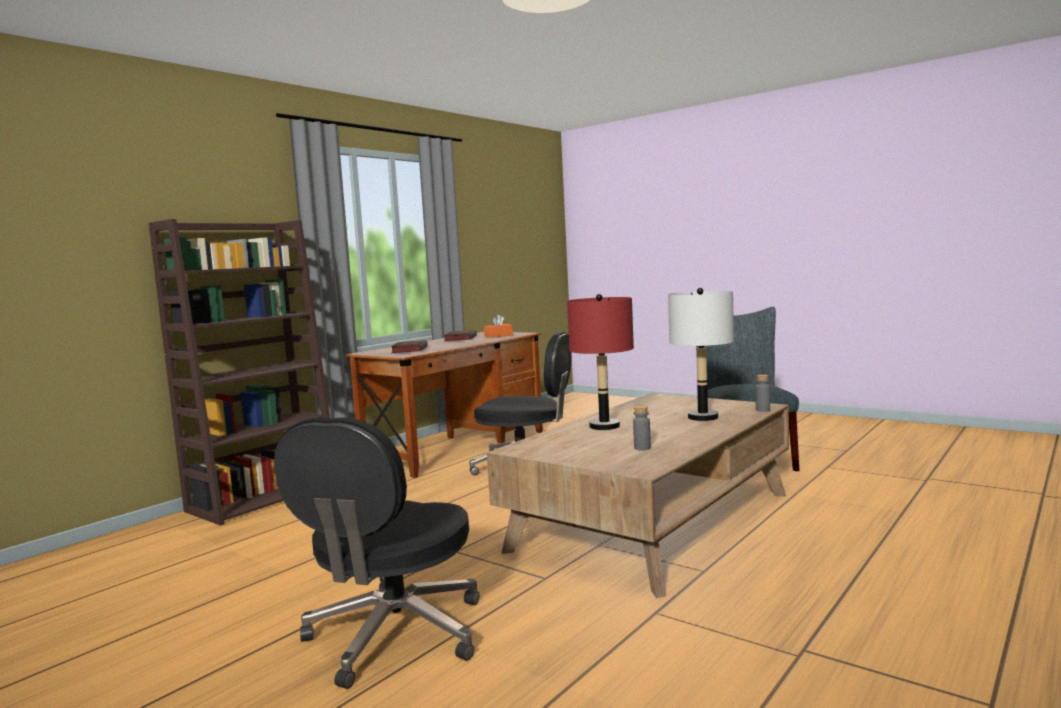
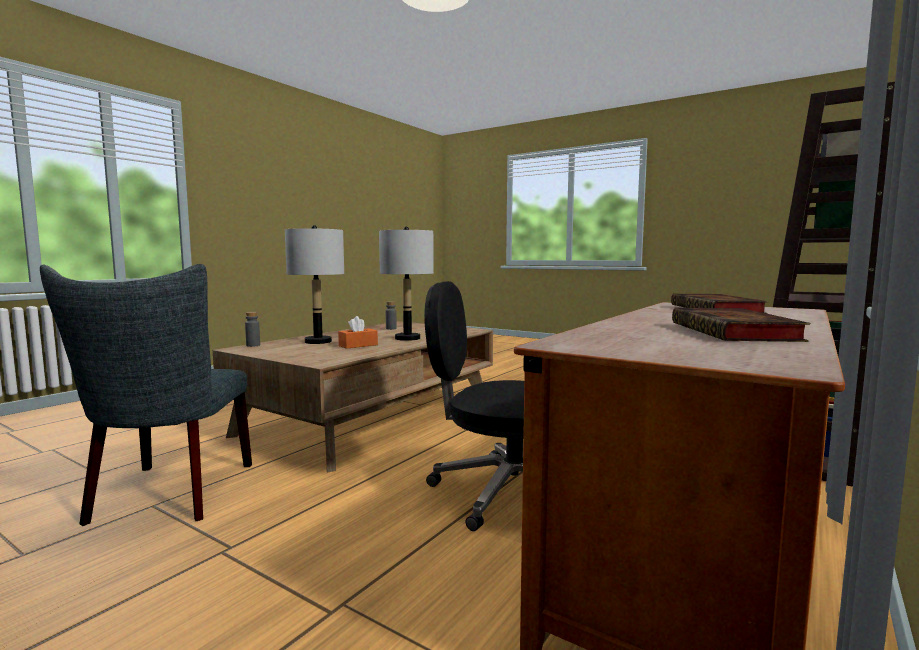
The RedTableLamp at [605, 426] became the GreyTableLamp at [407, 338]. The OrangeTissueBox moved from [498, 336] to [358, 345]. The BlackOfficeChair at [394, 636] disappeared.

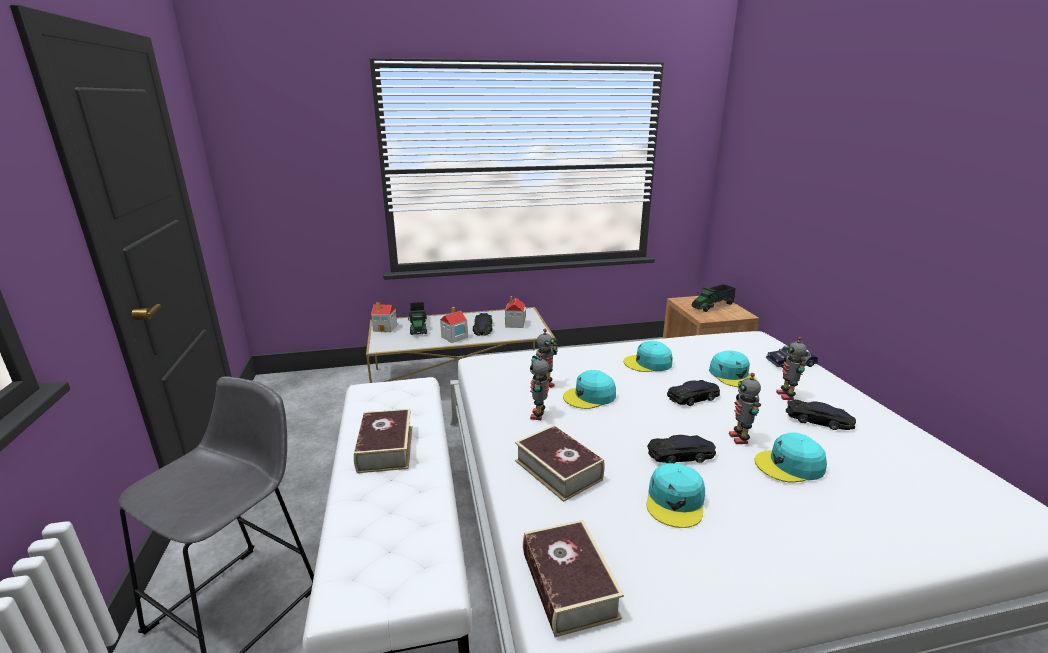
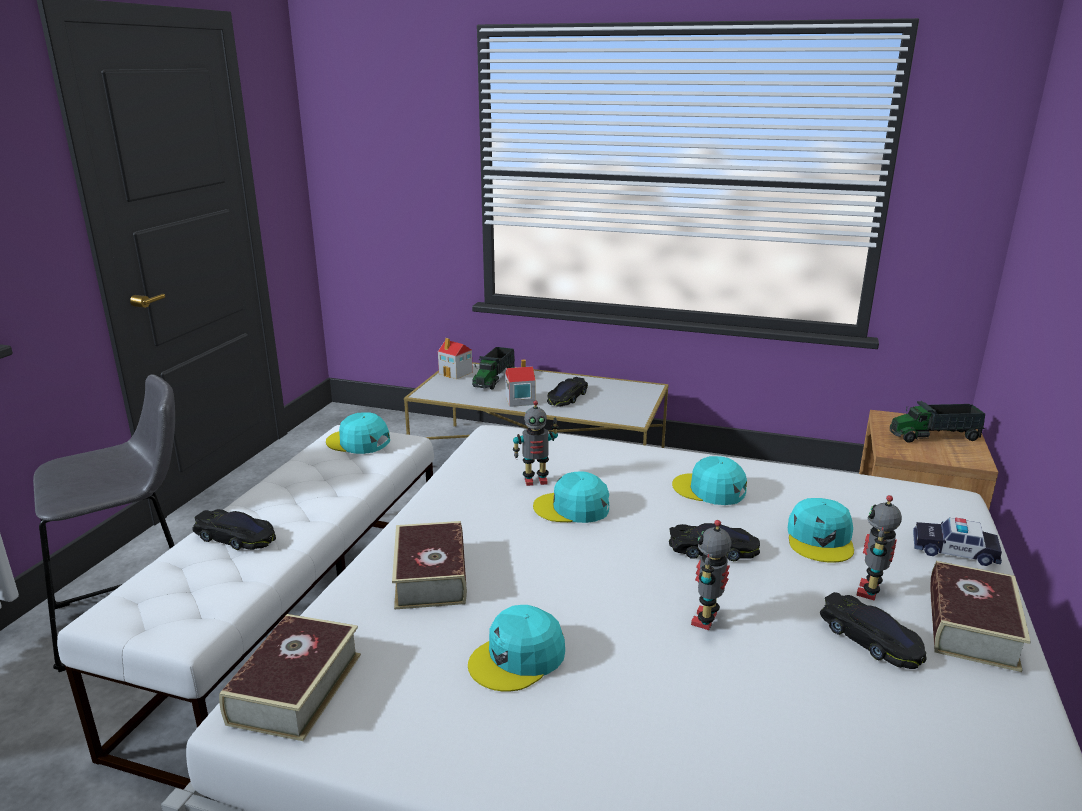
The ToyHouse at [515, 324] disappeared. The ToyRobot at [539, 415] disappeared. The Book moved from [385, 448] to [971, 627]. The TurquoiseCap moved from [790, 465] to [358, 442]. The BlackToyCar moved from [681, 454] to [236, 537].

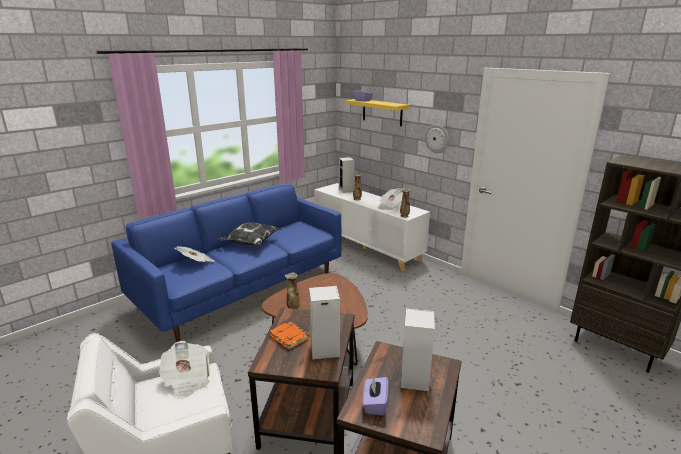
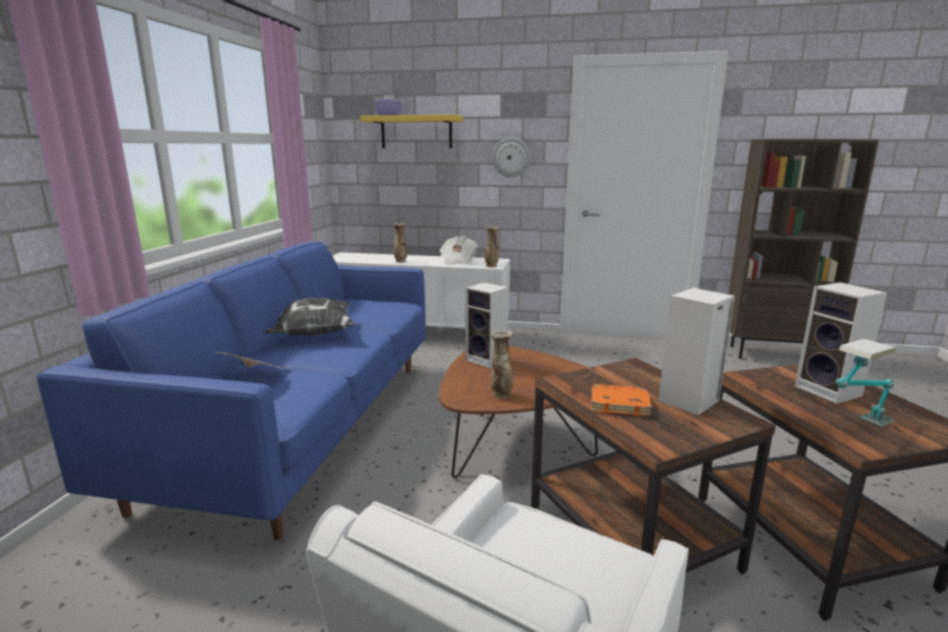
The Speaker moved from [346, 190] to [488, 360]. The Newspaper at [186, 380] disappeared. The PurpleTissueBox at [375, 404] was replaced by the TableLamp at [856, 429].

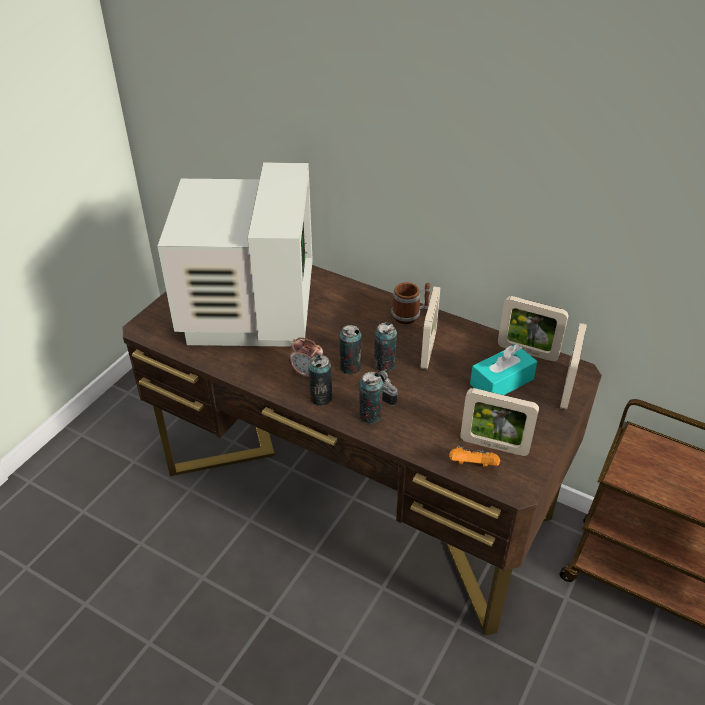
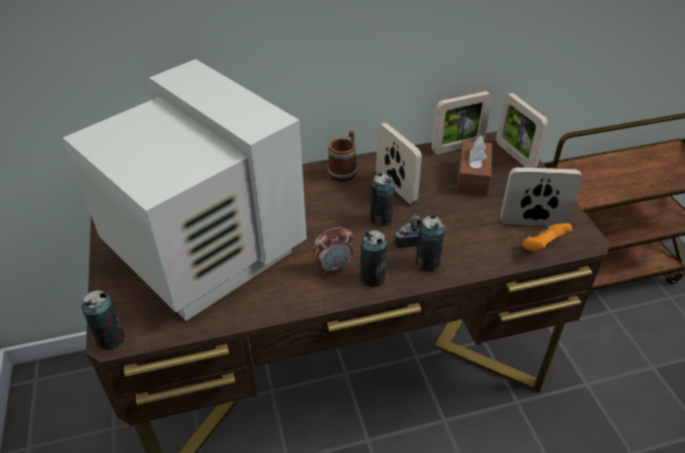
The Can moved from [350, 367] to [111, 339]. The TurquoiseTissueBox at [501, 382] became the BrownTissueBox at [472, 177]. The PictureFrame at [494, 446] turned 150 degrees counterclockwise.

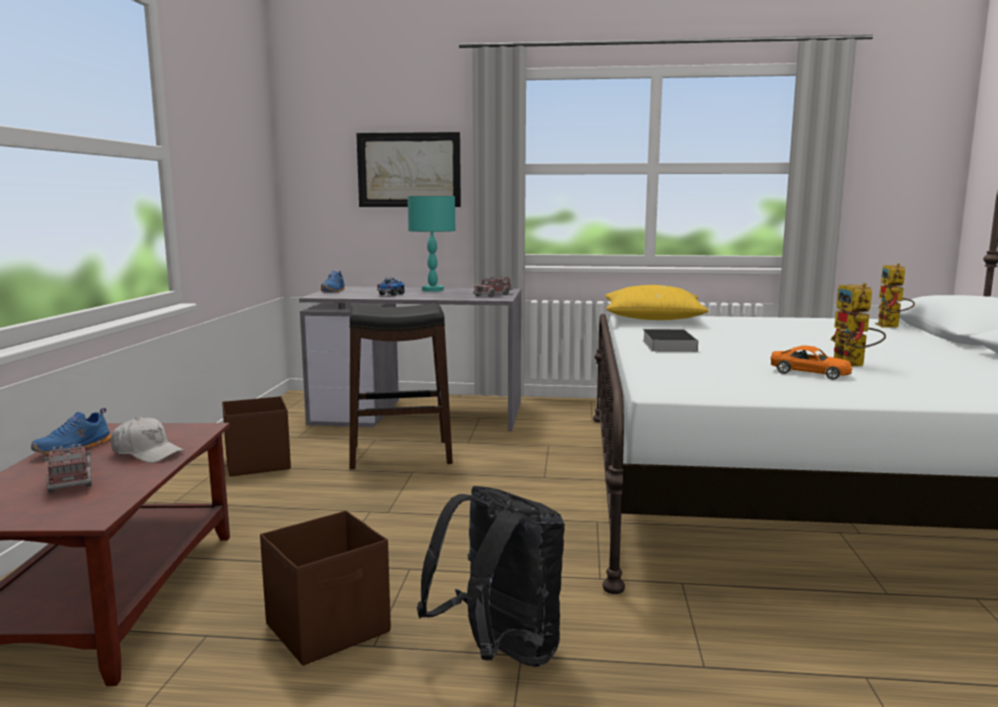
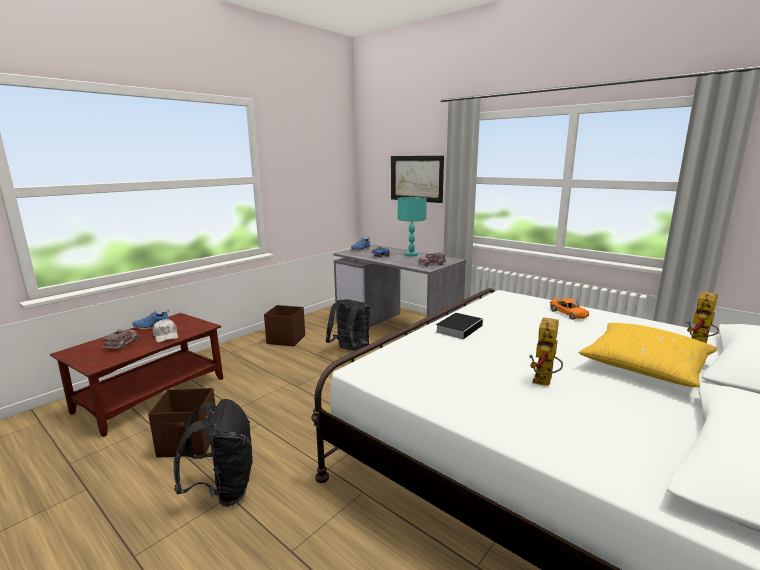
The YellowPillow moved from [653, 319] to [644, 366]. The BlackStool at [400, 454] was replaced by the BlackBackpack at [350, 351]. The OrangeToyCar moved from [809, 373] to [568, 313].

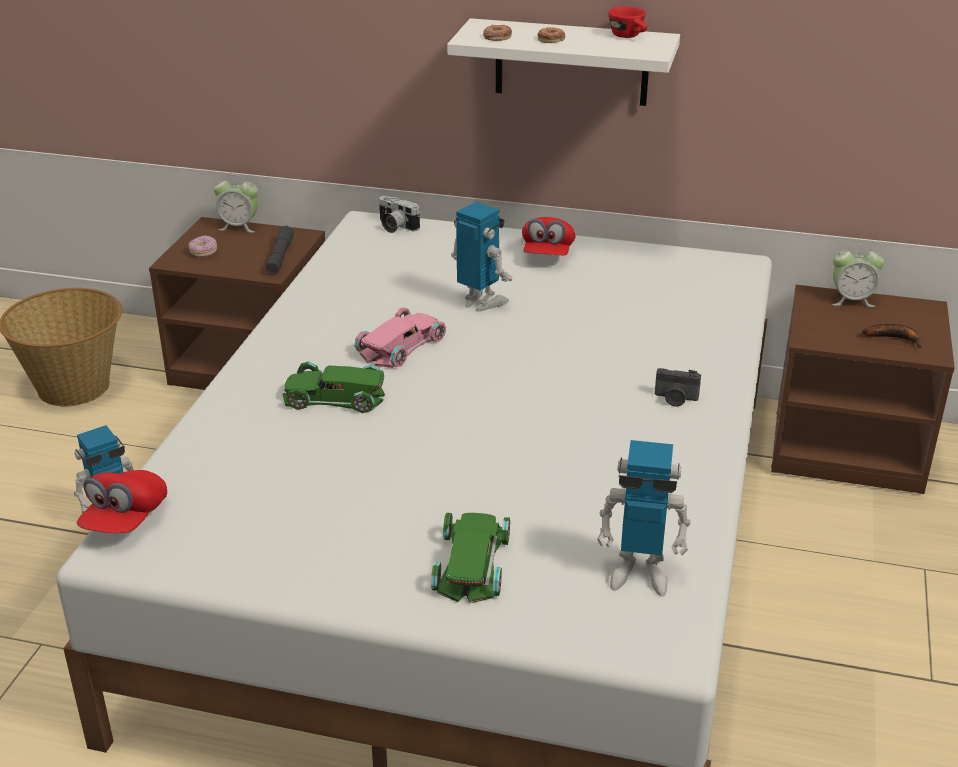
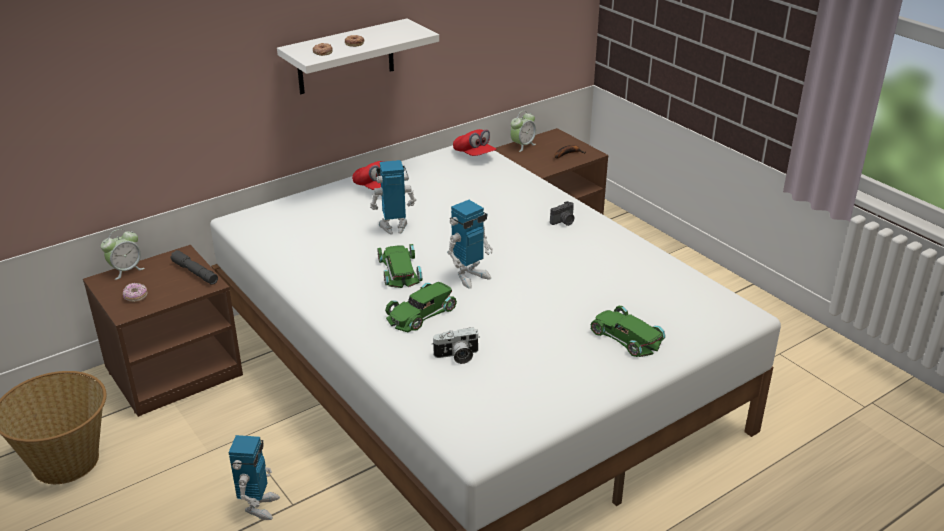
The RedCup at [629, 36] disappeared. The PhotoCamera moved from [395, 227] to [457, 356]. The PinkToyCar at [403, 345] became the GreenToyCar at [400, 270]. The ToyRobot moved from [639, 573] to [470, 276]. The RedCap moved from [125, 519] to [474, 154].

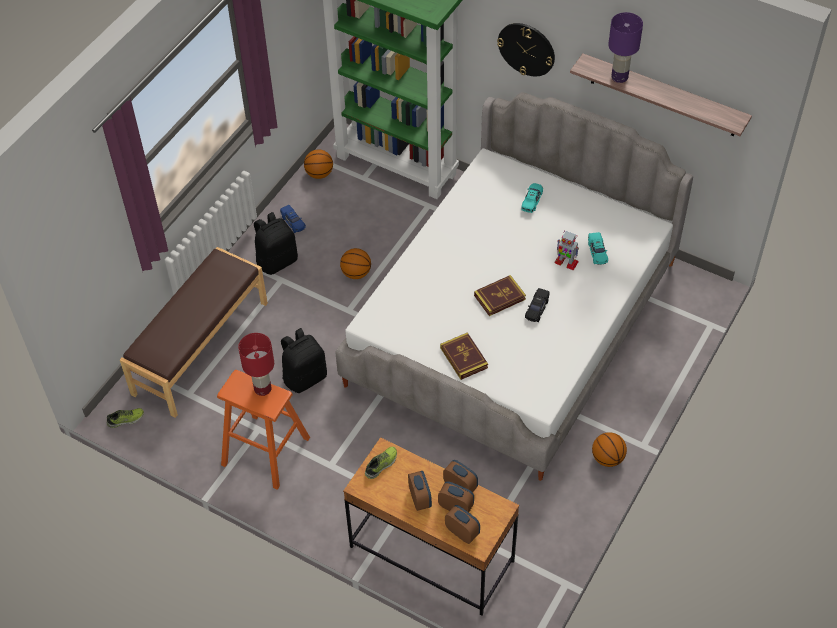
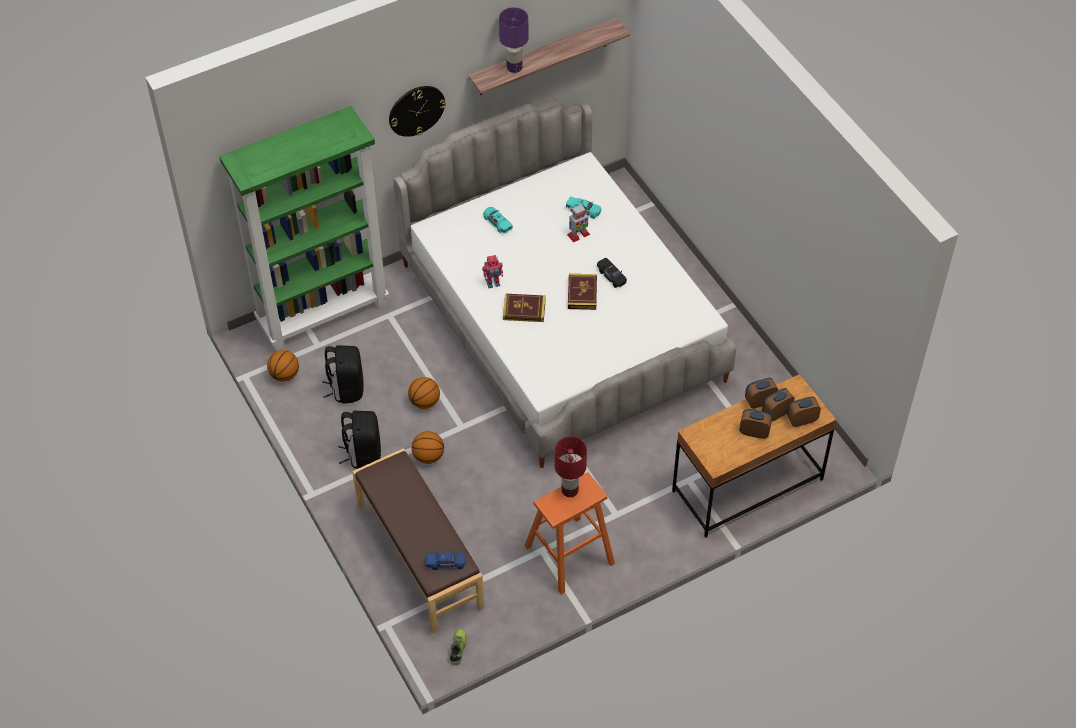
The BlueToyCar moved from [293, 222] to [446, 563]. The BlackBackpack moved from [305, 377] to [346, 388]. The Book moved from [464, 358] to [524, 309]. The Basketball moved from [607, 458] to [428, 457]. The Shoe at [381, 465] disappeared. The ToyRobot at [493, 284] appeared.

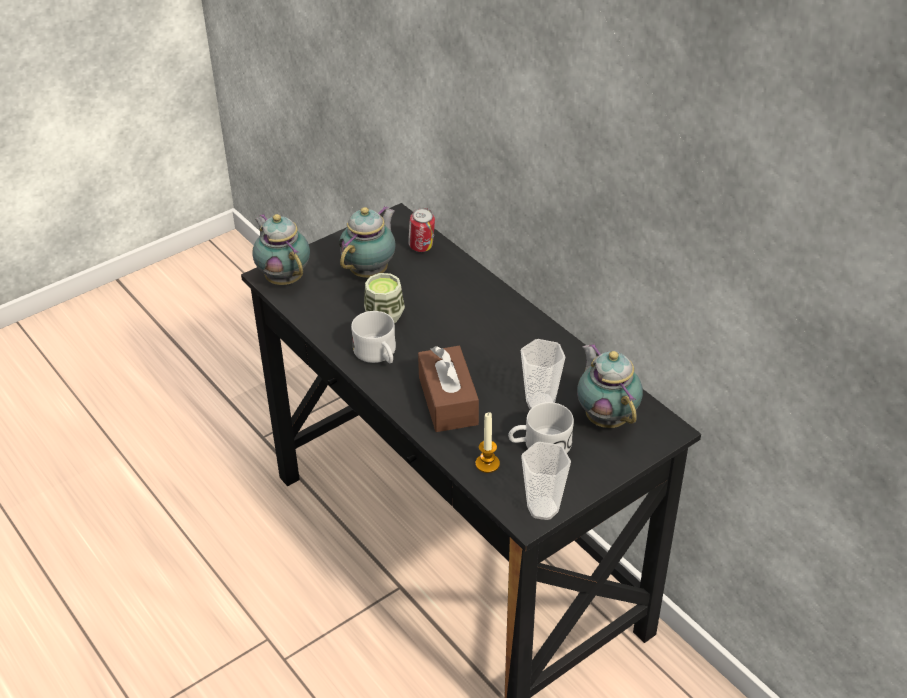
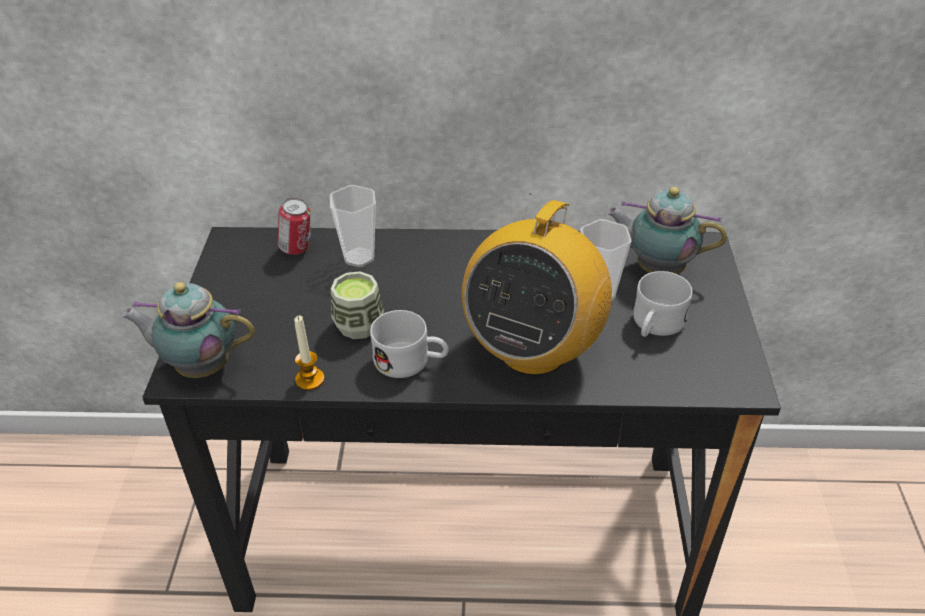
The Teapot at [371, 271] disappeared. The BrownTissueBox at [448, 401] was replaced by the Radio at [533, 350]. The Candle moved from [487, 464] to [310, 379]. The Cup moved from [543, 508] to [359, 257].

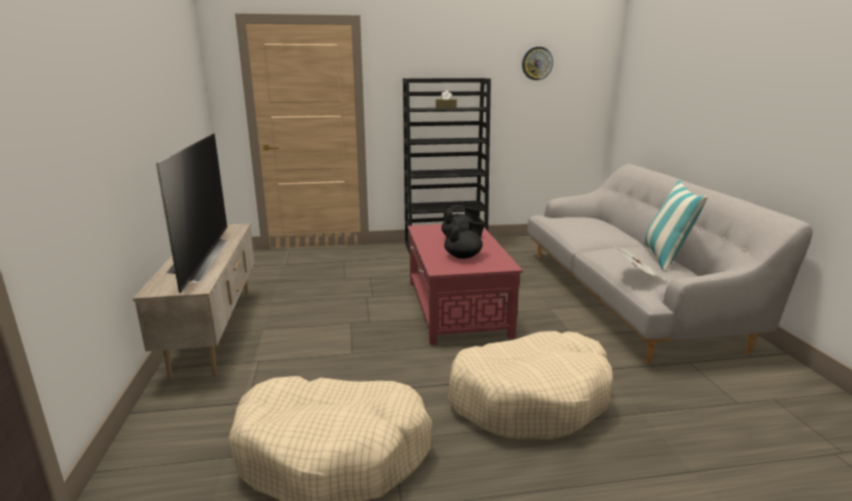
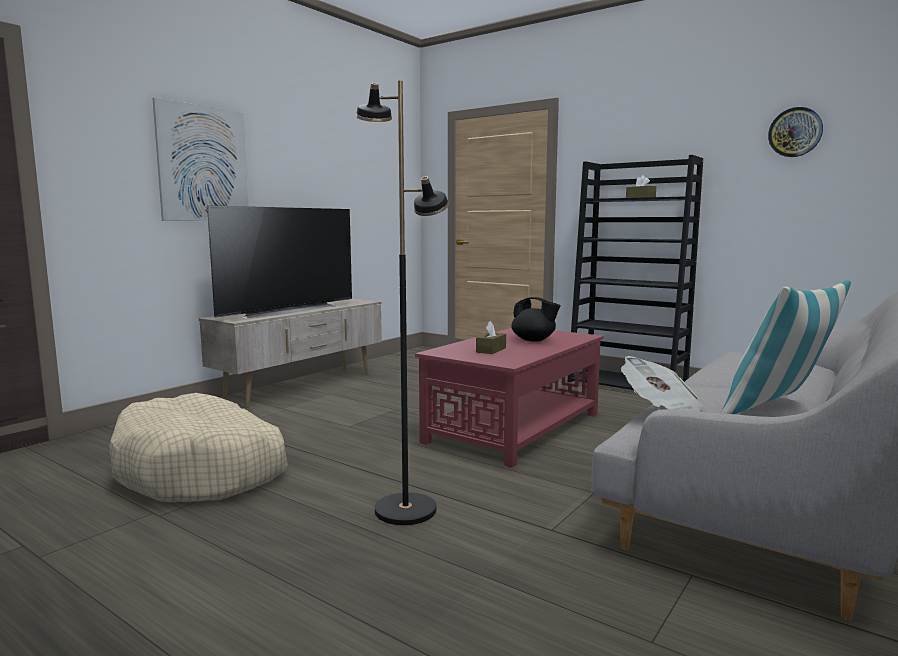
The BlackTeapot at [463, 256] was replaced by the BrownTissueBox at [491, 350]. The BeigeDogBed at [530, 398] was replaced by the BlackFloorLamp at [405, 509]. The Picture at [203, 164] appeared.

